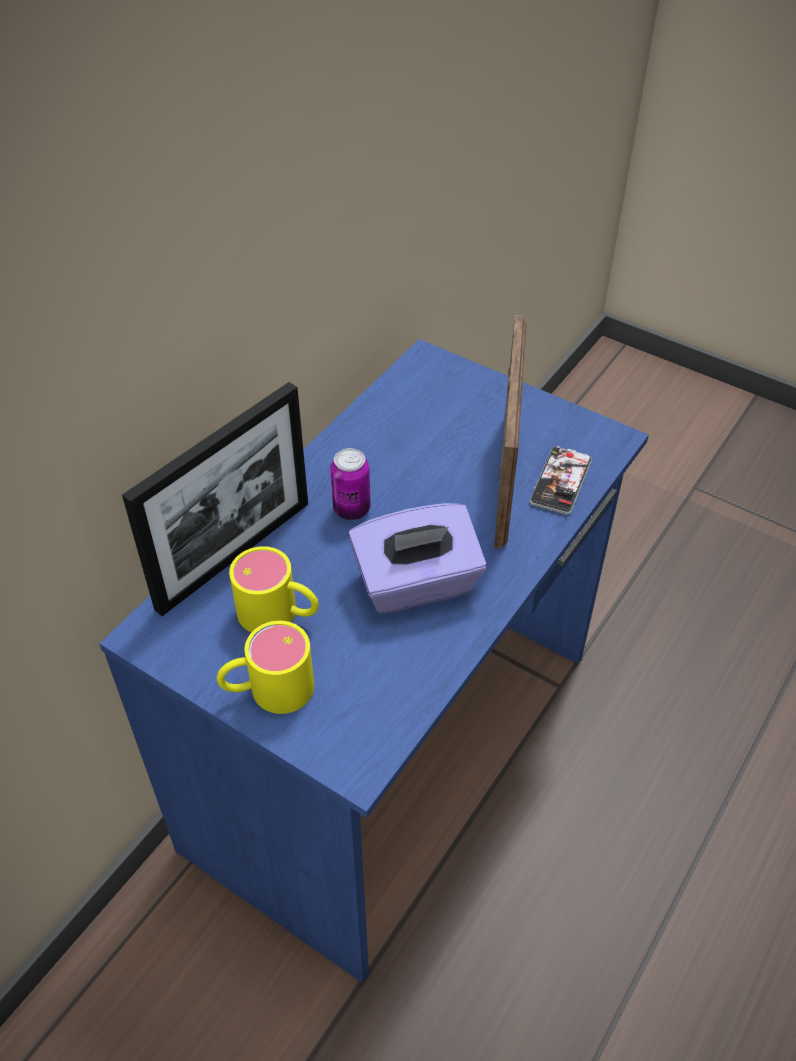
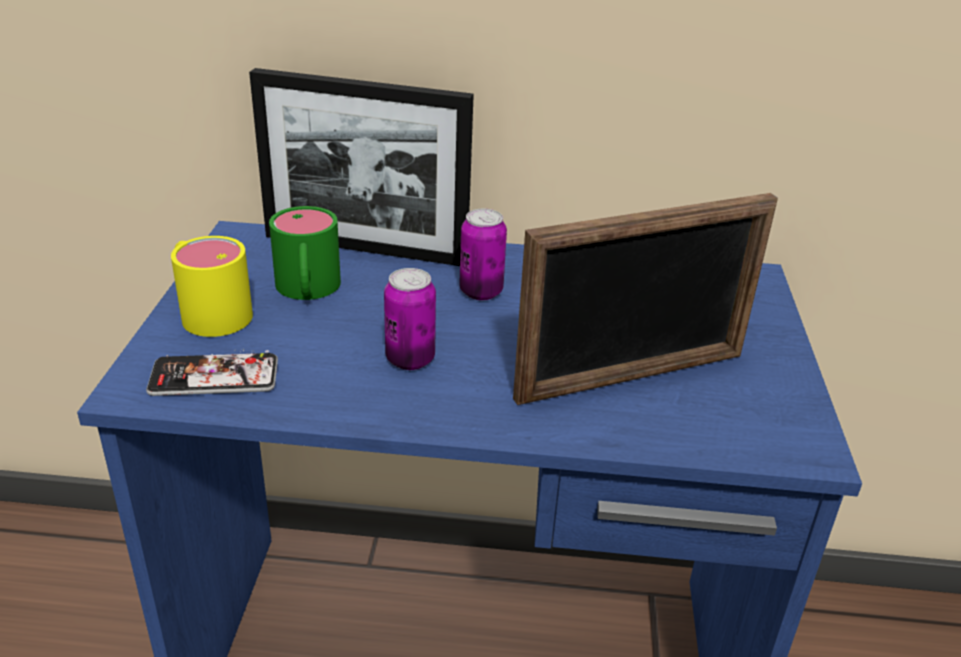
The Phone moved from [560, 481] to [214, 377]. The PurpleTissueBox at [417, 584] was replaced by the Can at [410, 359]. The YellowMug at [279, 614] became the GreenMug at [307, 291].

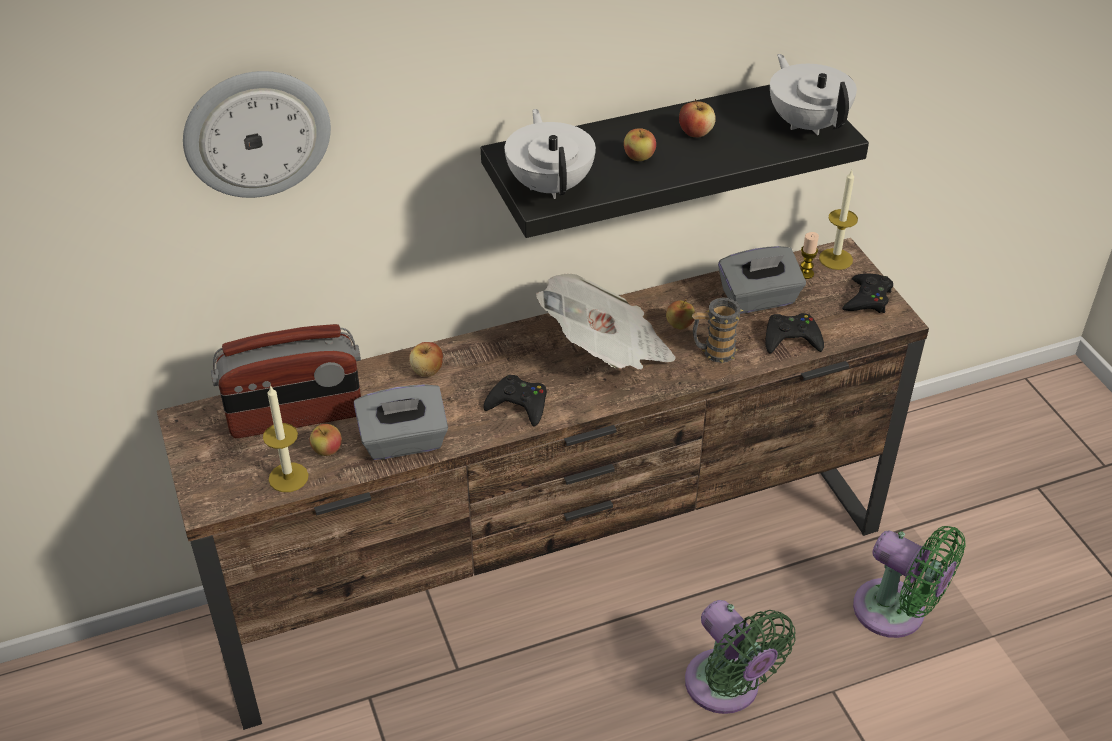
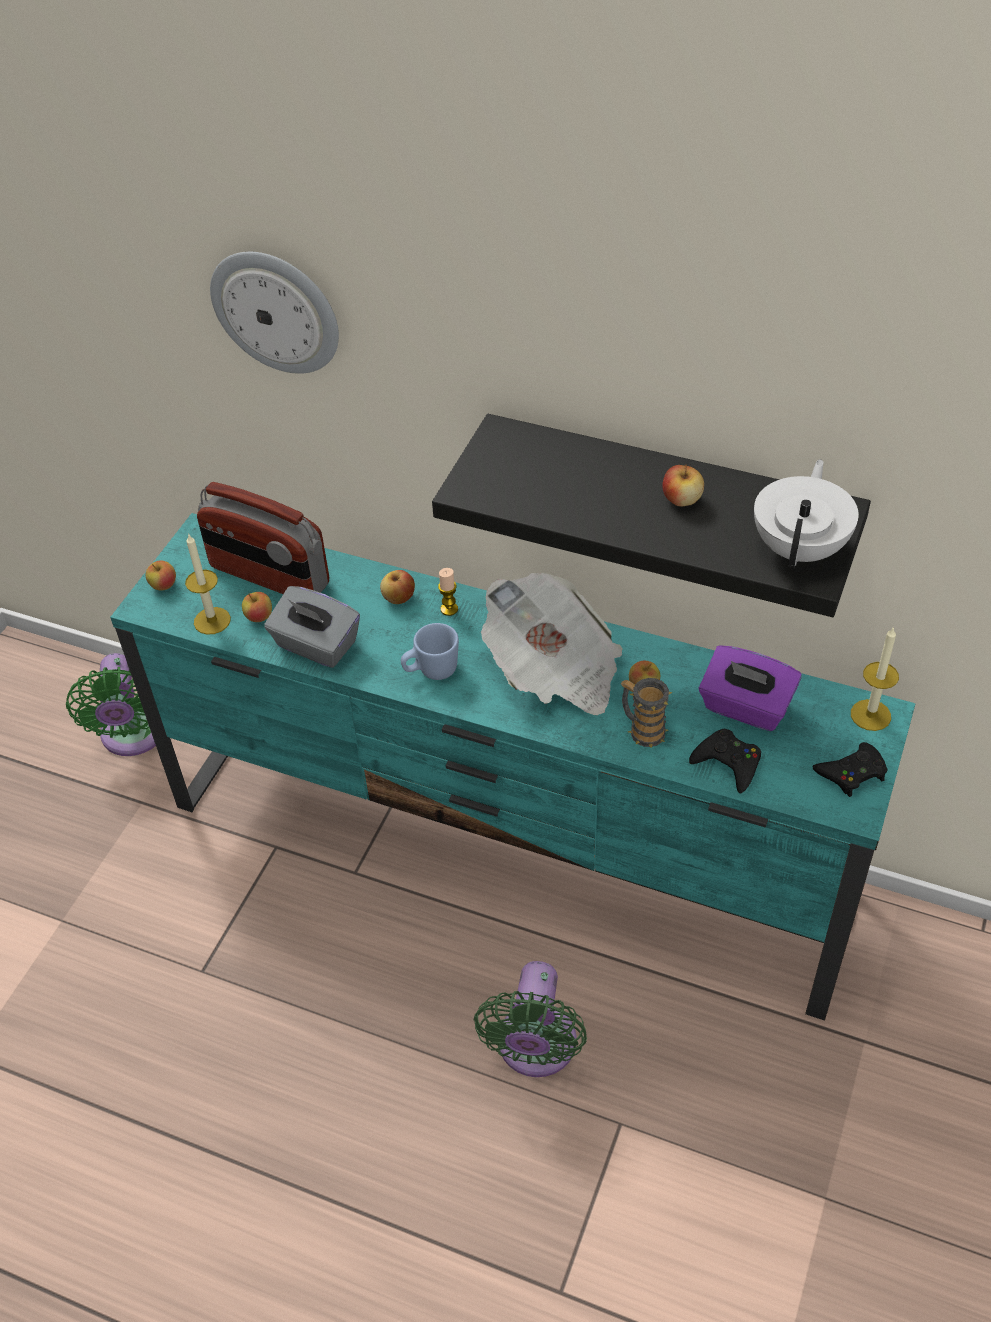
The WhiteTeapot at [550, 185] disappeared. The Apple moved from [639, 157] to [164, 585]. The Candle moved from [805, 273] to [449, 609]. The BrownTvStand at [558, 571] became the TurquoiseTvStand at [509, 851]. The GreyTissueBox at [759, 299] became the PurpleTissueBox at [745, 707]. The BlackGameController at [518, 405] was replaced by the BlueMug at [431, 671]. The GreenFan moved from [896, 613] to [133, 736].

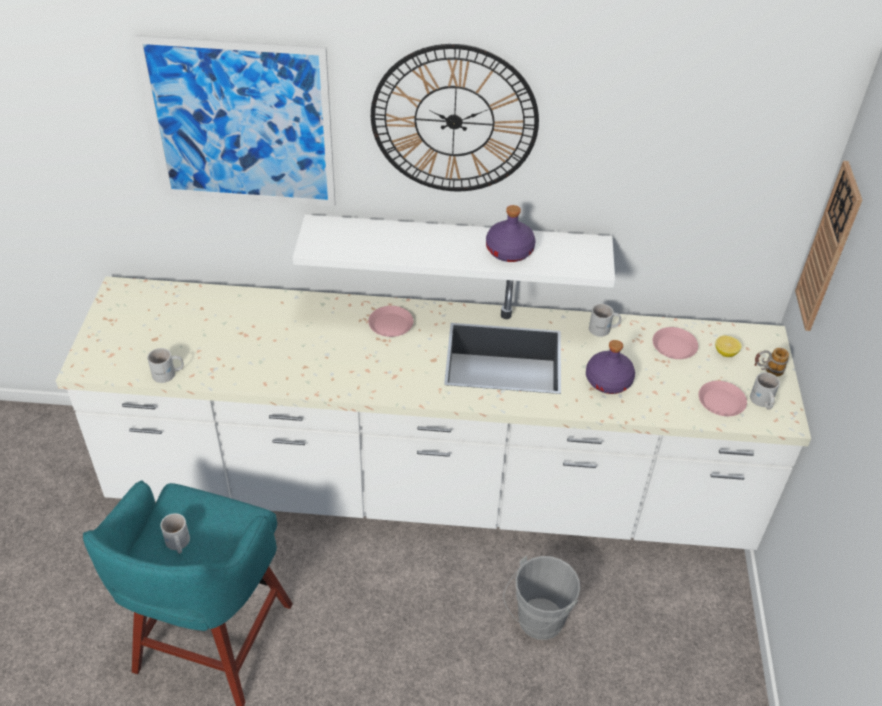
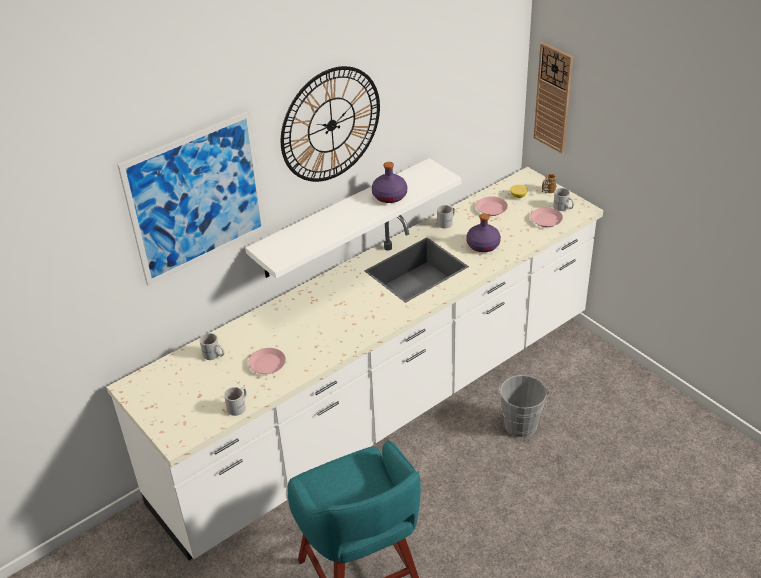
The PinkPlate moved from [390, 325] to [267, 364]. The WhiteMug moved from [177, 544] to [214, 355].

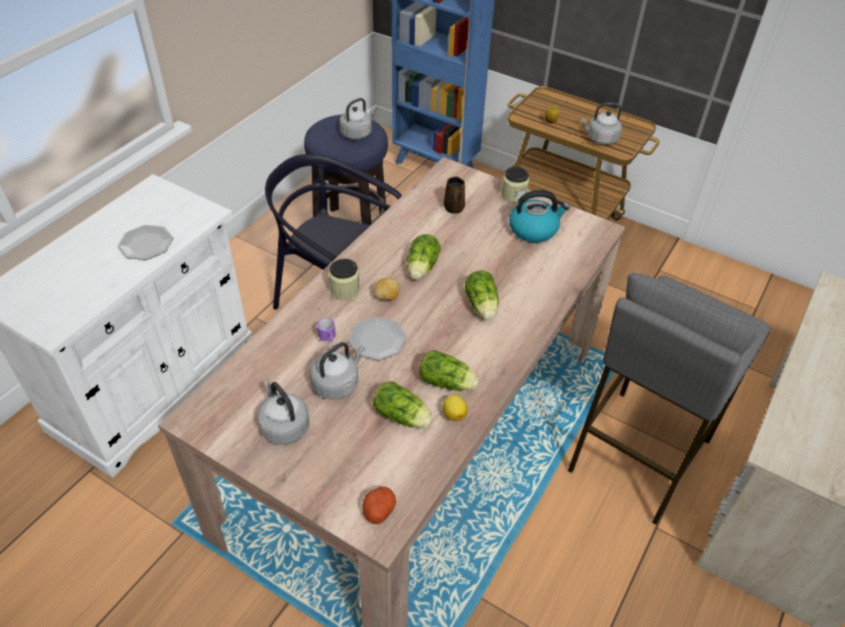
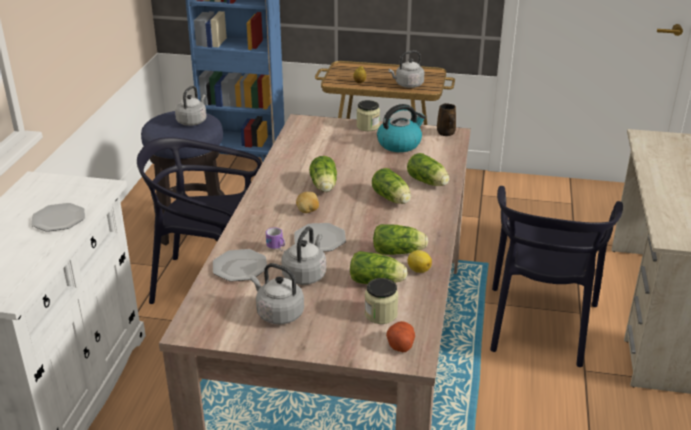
The BrownMug moved from [453, 209] to [446, 133]. The Jar moved from [345, 290] to [381, 314]. The GreyStool at [637, 454] was replaced by the BlackChair at [540, 325]. The Lettuce at [428, 182] appeared. The Plate at [239, 267] appeared.

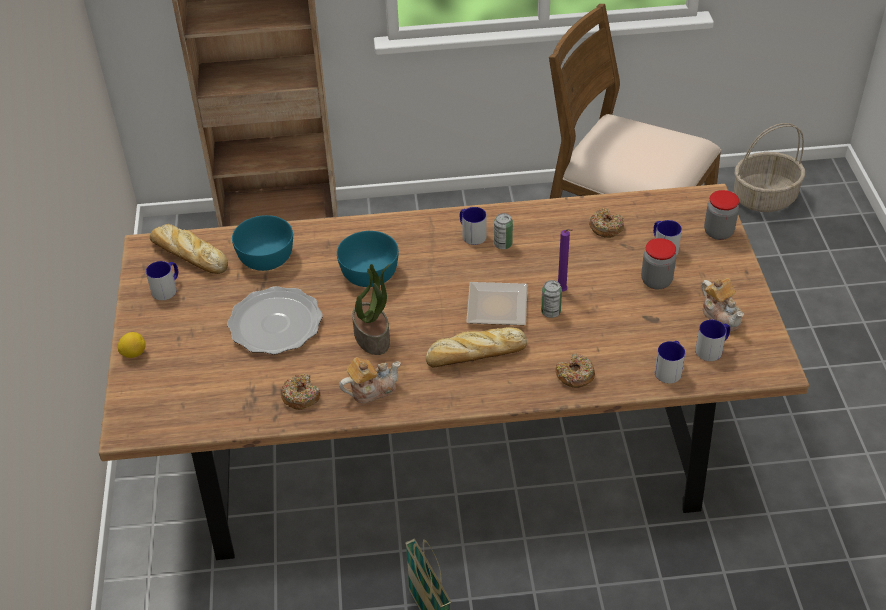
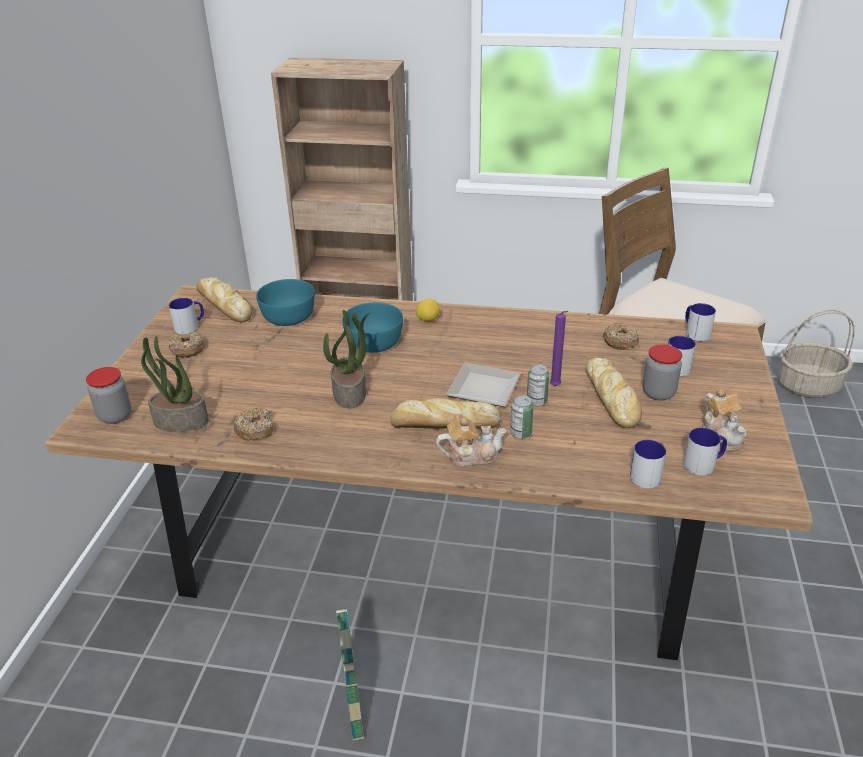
The Jar moved from [718, 232] to [115, 416]. The Mug moved from [471, 234] to [694, 332]. The Can moved from [503, 244] to [520, 433]. The Plate at [275, 324] disappeared. The Lemon moved from [134, 353] to [428, 319]. The Donut moved from [575, 376] to [187, 349]. The Teapot moved from [371, 389] to [471, 455]. The PottedPlant at [180, 422] appeared. The Bread at [612, 399] appeared.

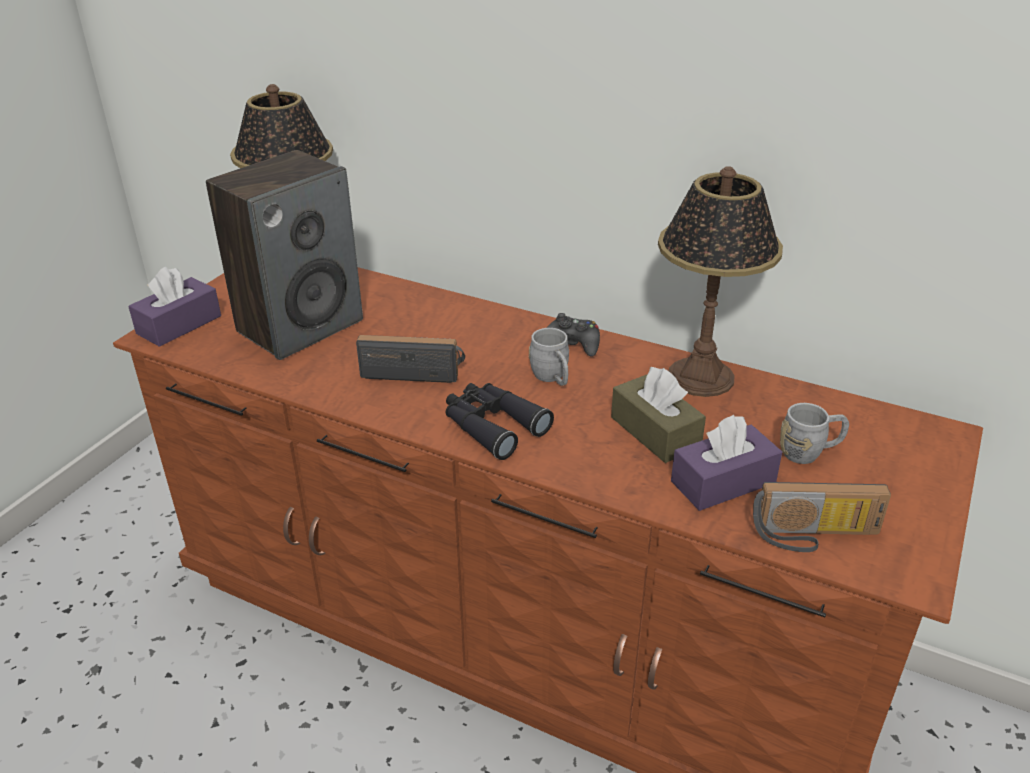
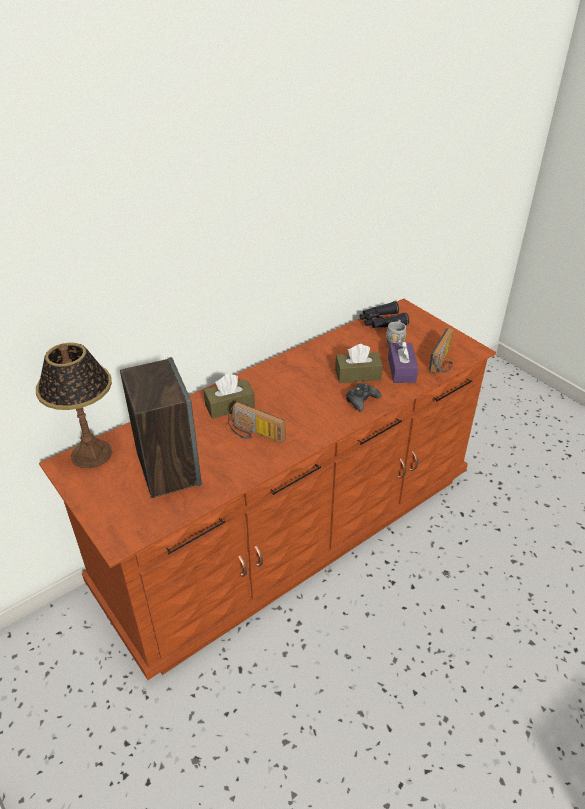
The TableLamp at [701, 377] disappeared. The PurpleTissueBox at [179, 325] disappeared. The BlackGameController moved from [572, 344] to [361, 400]. The GreyMug at [552, 378] disappeared. The Radio at [414, 371] turned 90 degrees counterclockwise. The BlackBinoculars moved from [492, 426] to [381, 322]. The BrownTissueBox at [230, 406] appeared.

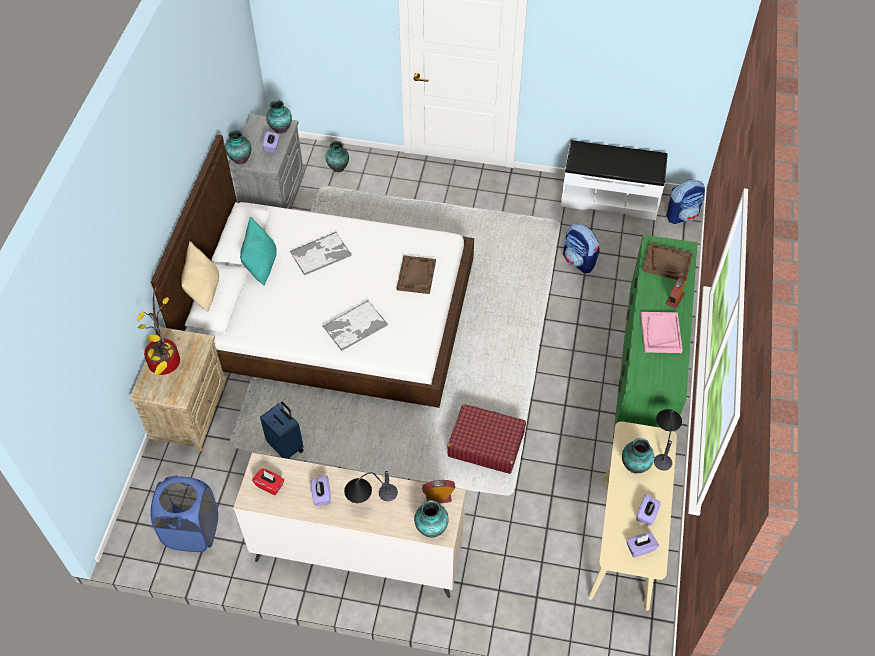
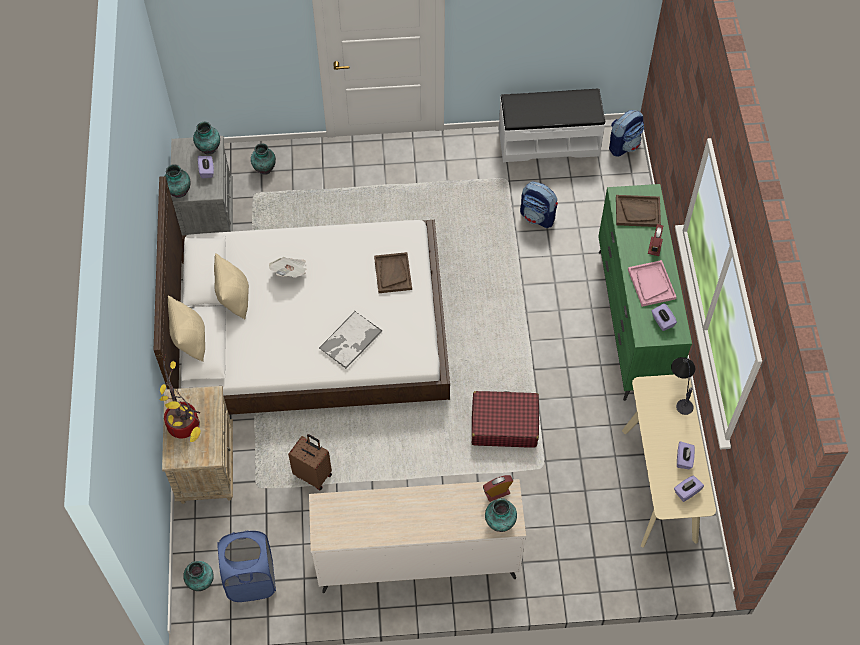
The TurquoisePillow at [261, 265] became the BeigePillow at [234, 298]. The Tray at [321, 254] was replaced by the Newspaper at [290, 272]. The BlueSuitcase at [286, 446] became the BrownSuitcase at [313, 474]. The Vase moved from [635, 466] to [201, 583]. The RedTissueBox at [269, 485] disappeared. The TableLamp at [370, 501] disappeared. The PurpleTissueBox moved from [321, 495] to [662, 322].

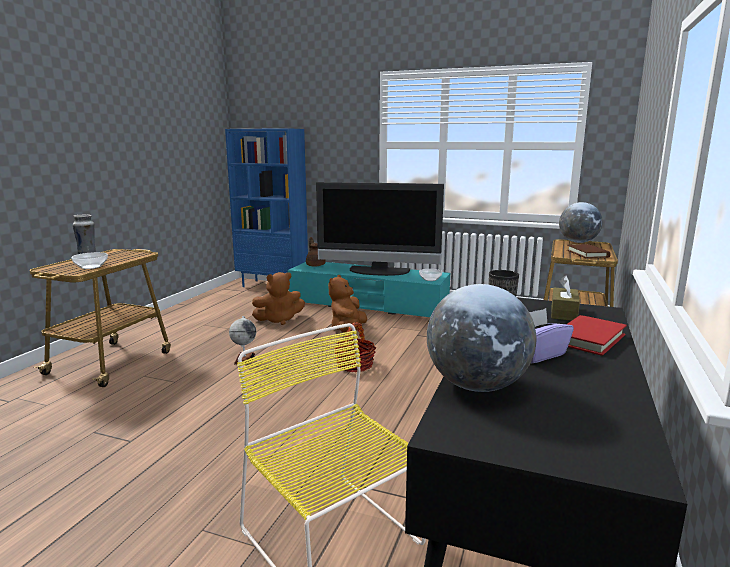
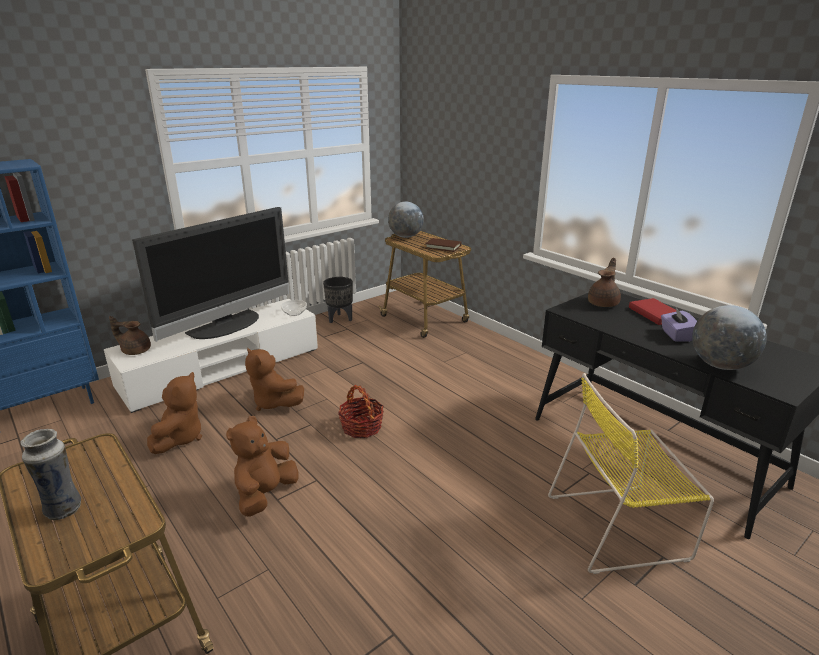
The Bowl at [91, 267] disappeared. The TurquoiseTvStand at [368, 304] became the WhiteTvStand at [222, 368]. The BrownTissueBox at [563, 313] was replaced by the BrownTeapot at [603, 303]. The Globe at [244, 359] was replaced by the BrownPlushToy at [265, 494].

